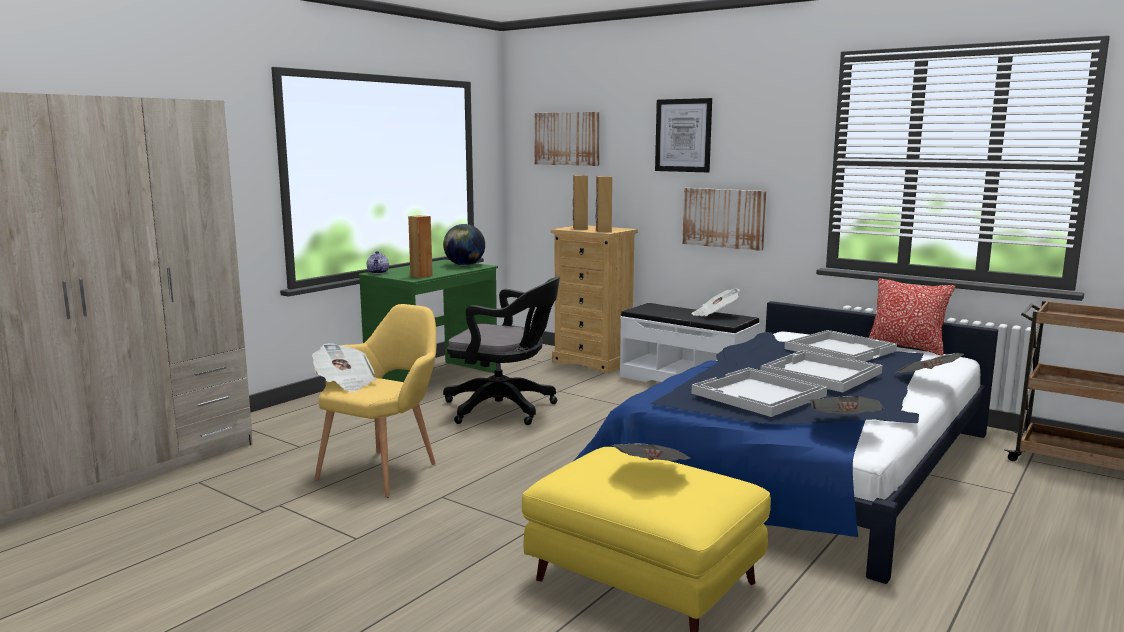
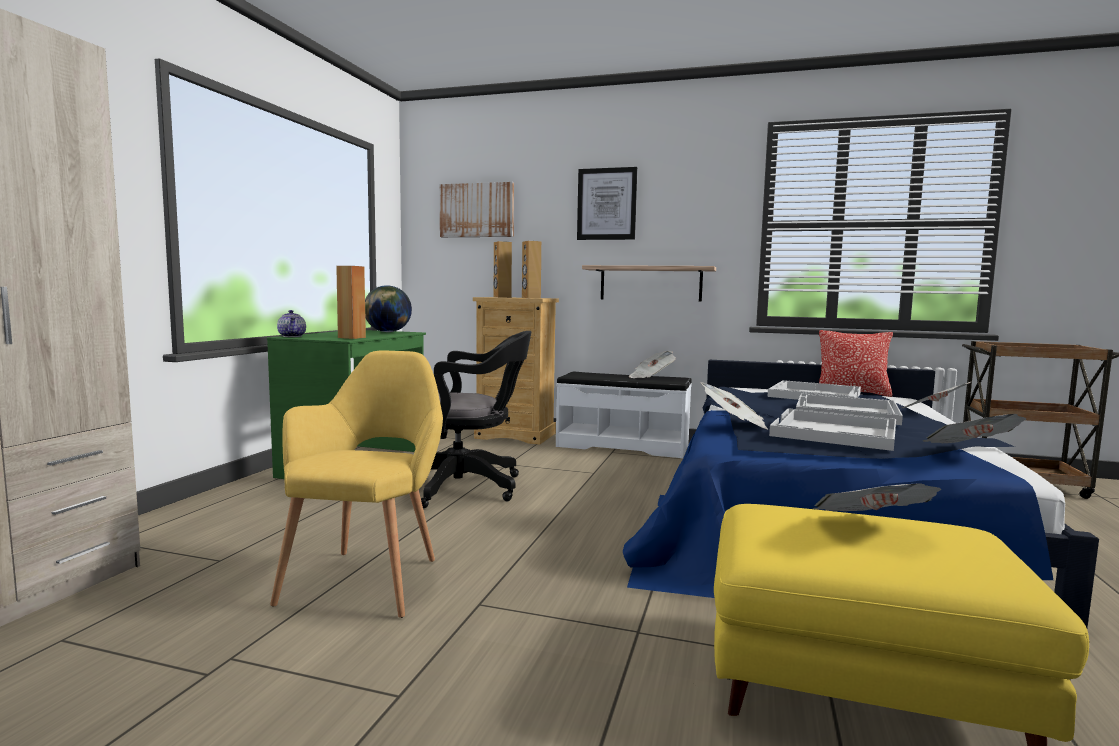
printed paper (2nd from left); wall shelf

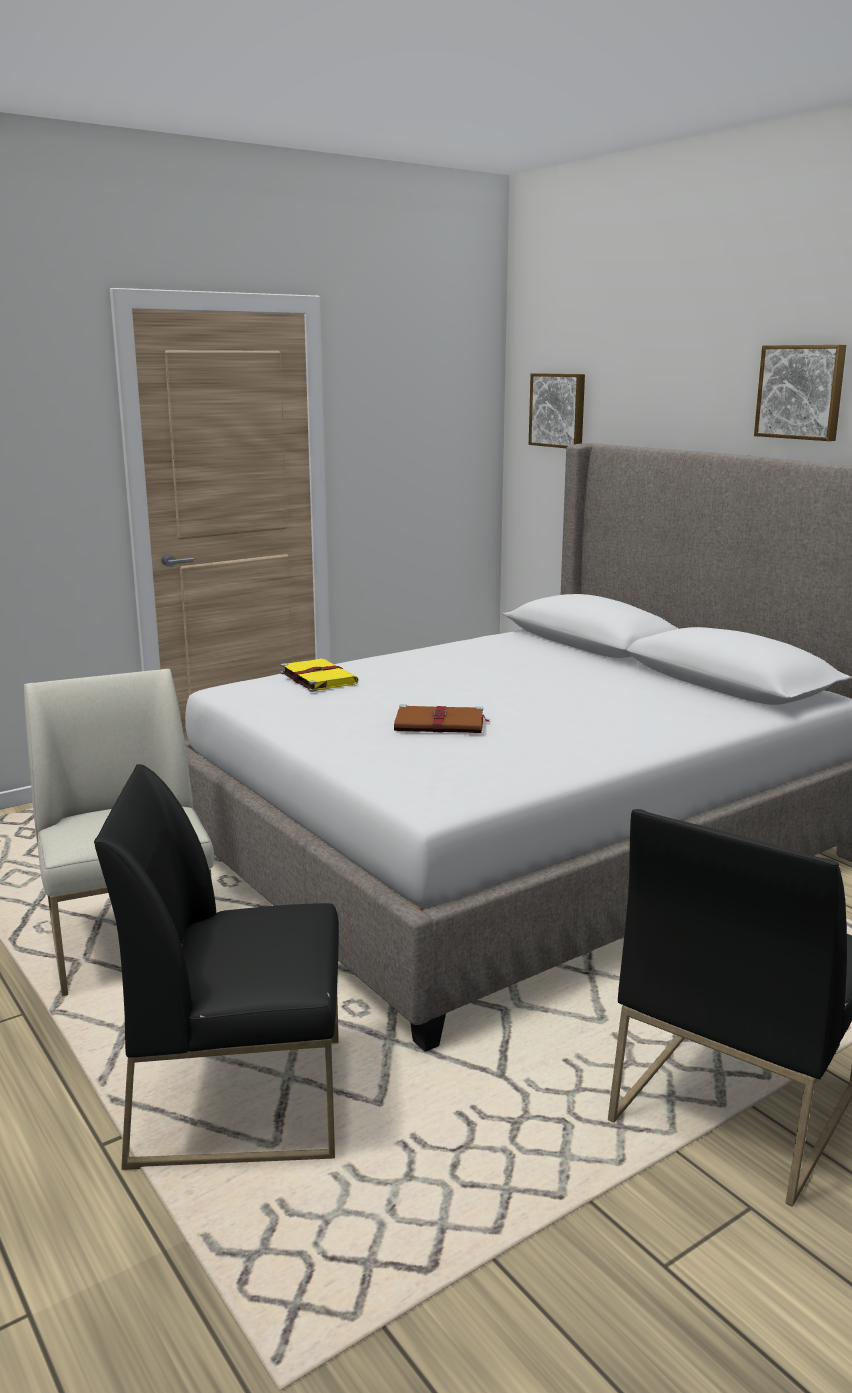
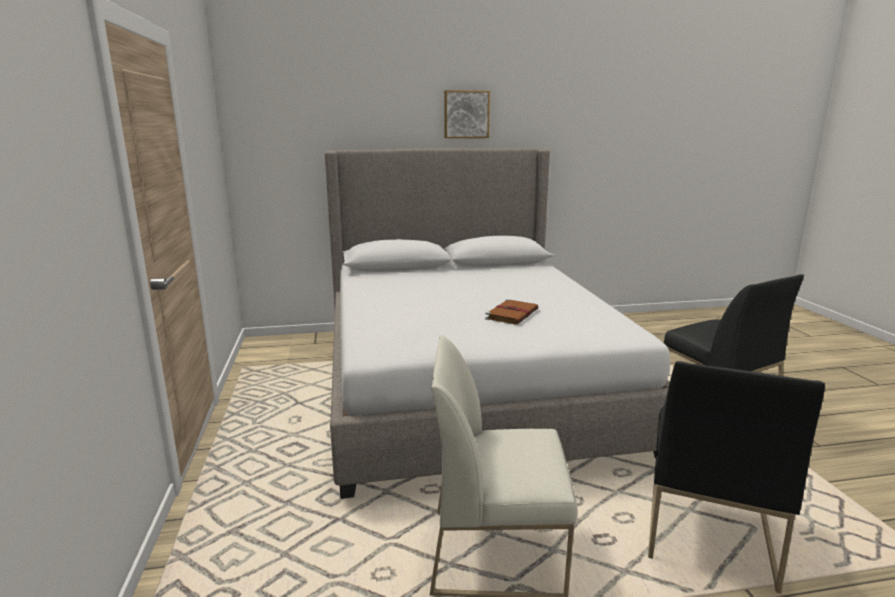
volume/yellow; picture (1st from left in the first image)

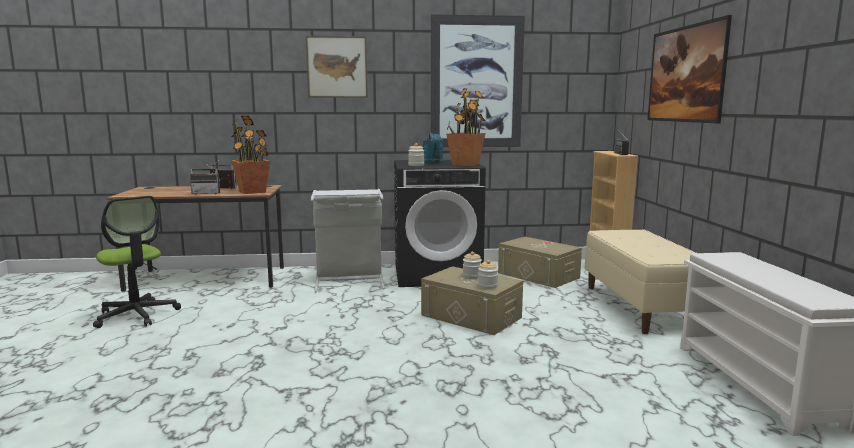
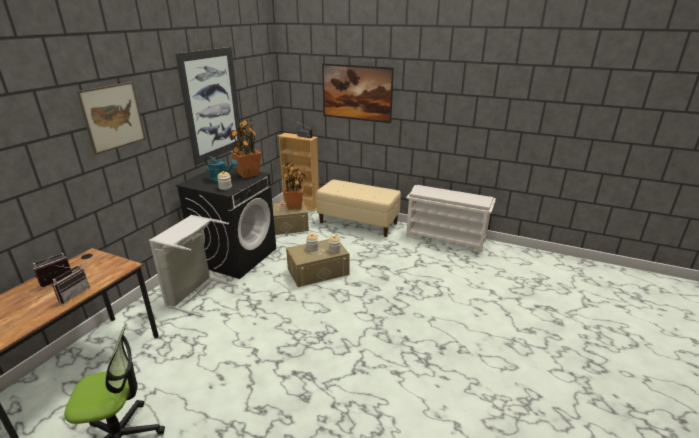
potted plant (2nd from left)

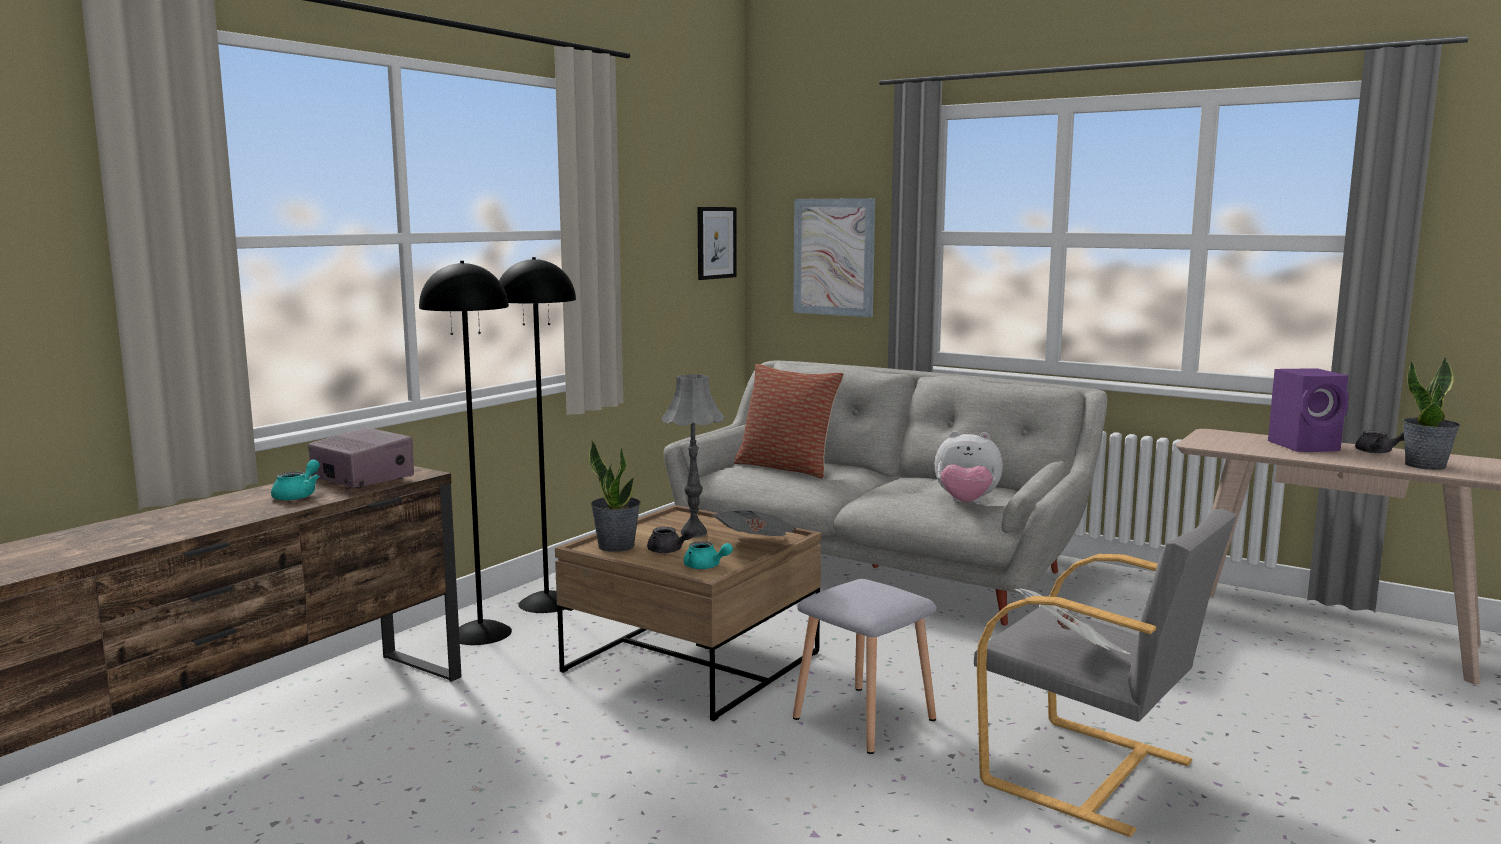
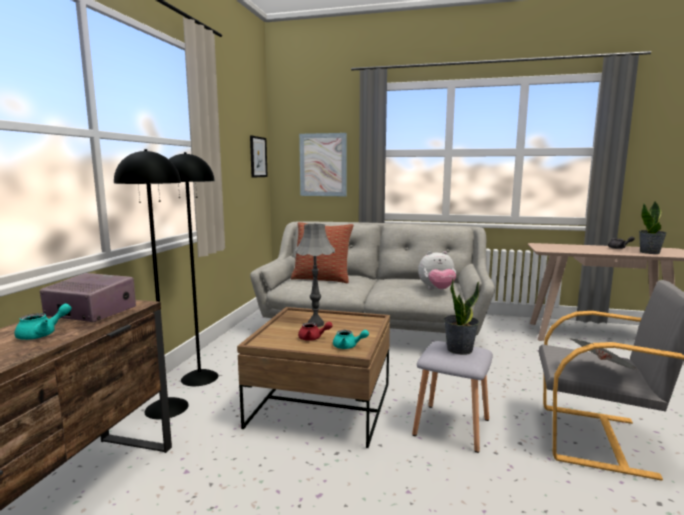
printed paper (1st from left in the first image); speaker/purplish; potted plant (1st from left); tea pot/red-coloured; tea pot/turquoise-coloured (1st from left)

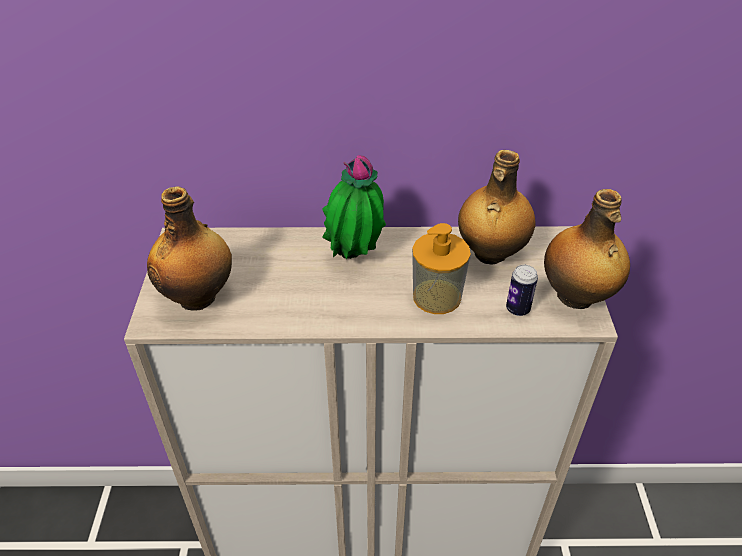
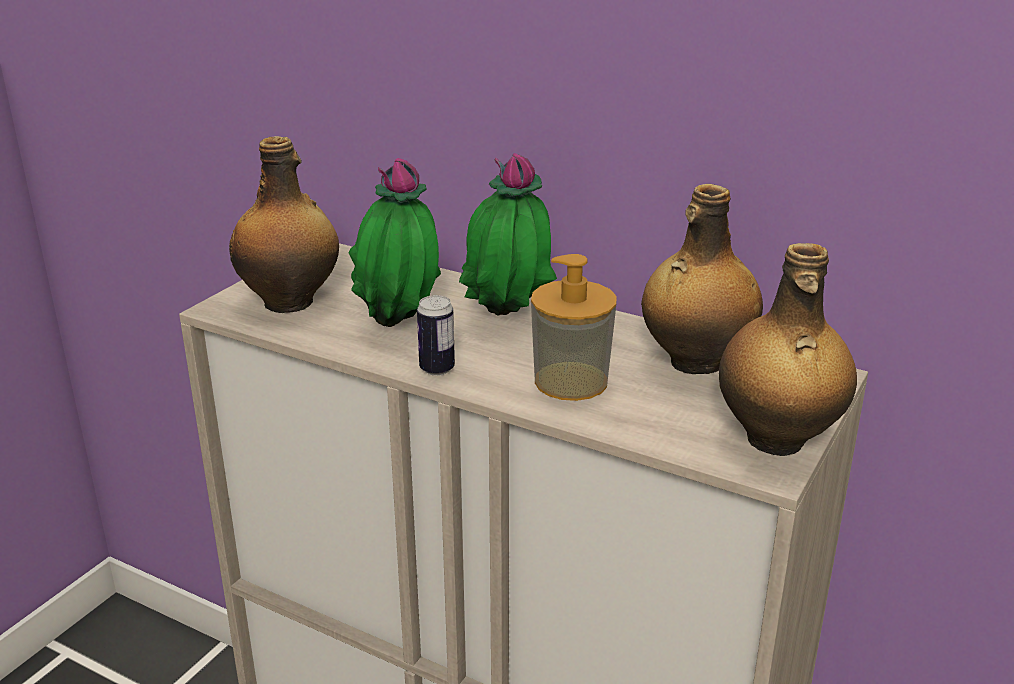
potted plant (1st from left); can

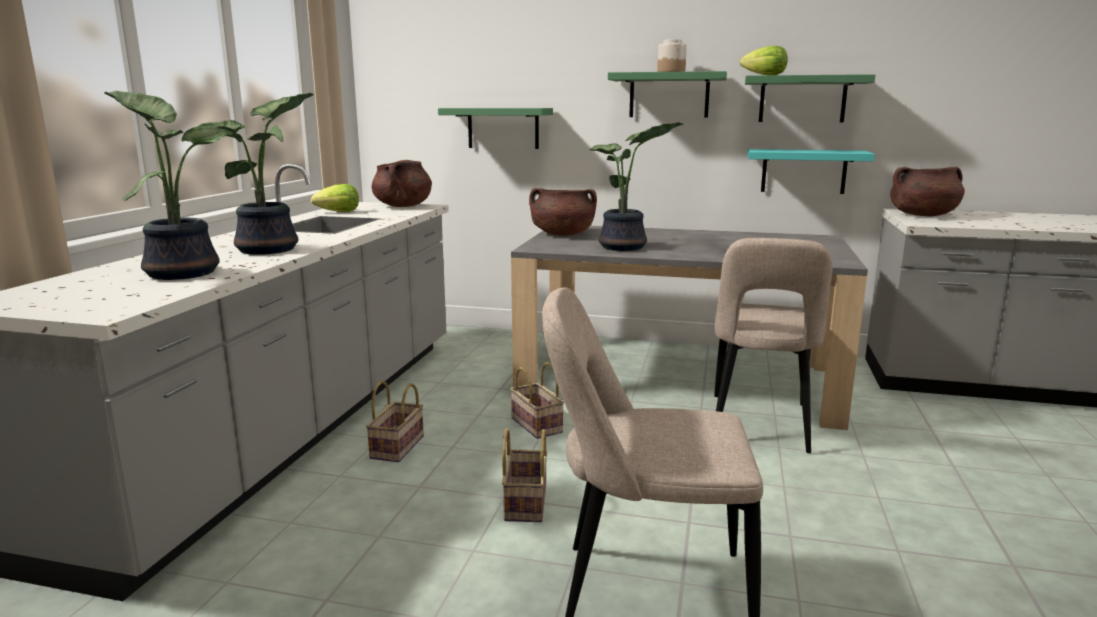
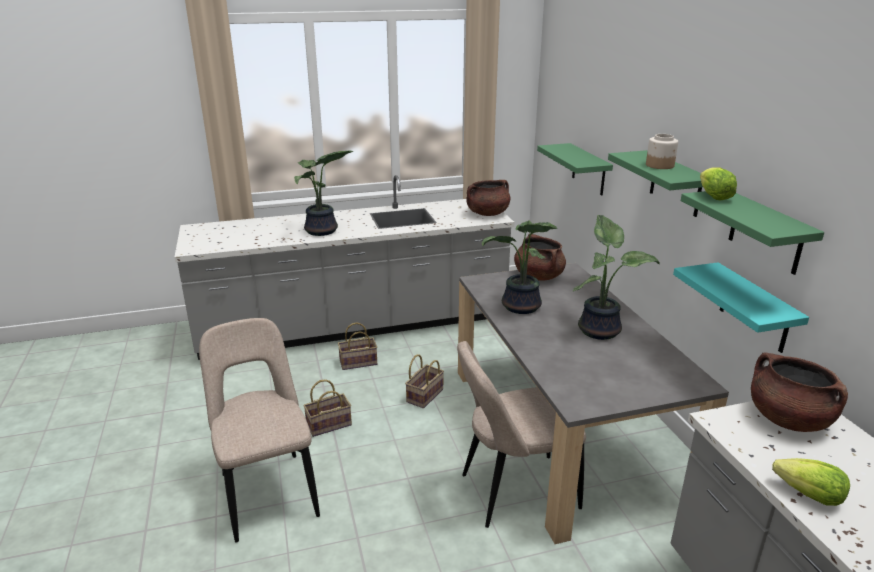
potted plant (3rd from left); head of lettuce (2nd from left)

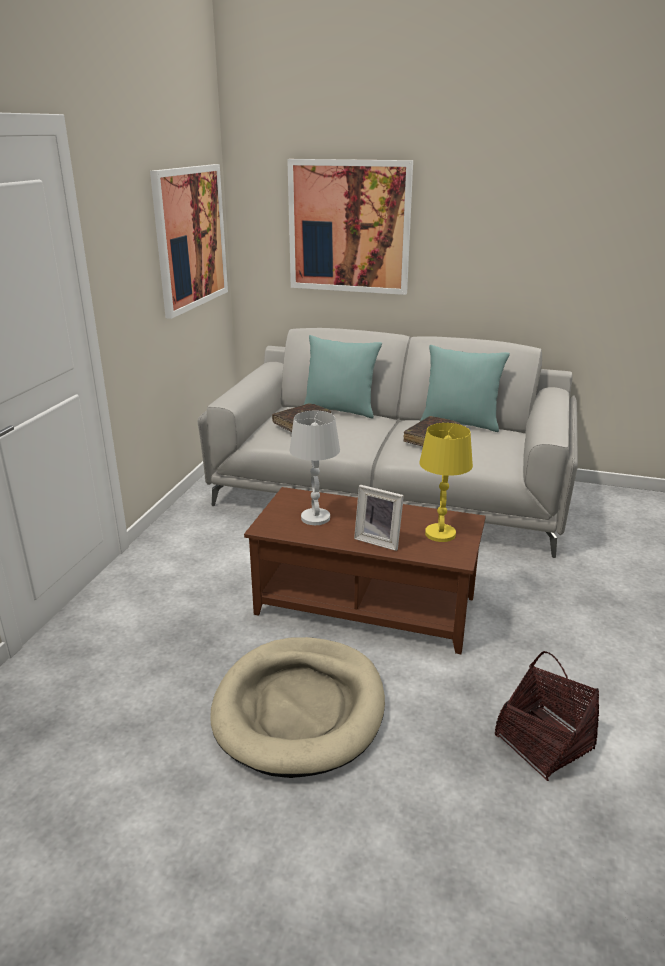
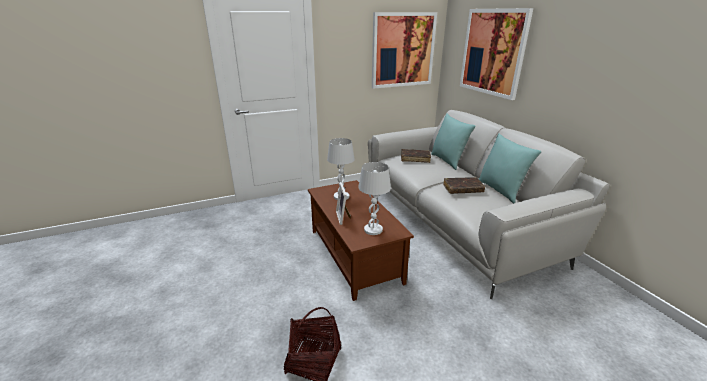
dog cushion/beige-coloured; tabletop lamp/white (2nd from left)

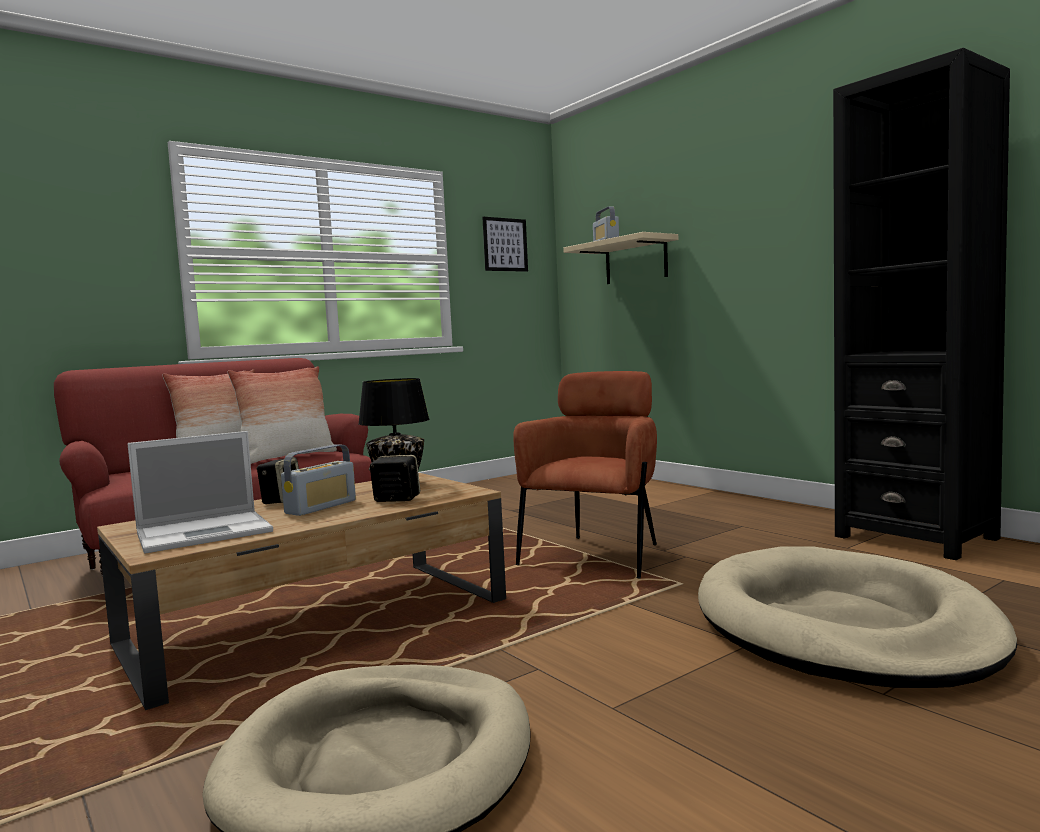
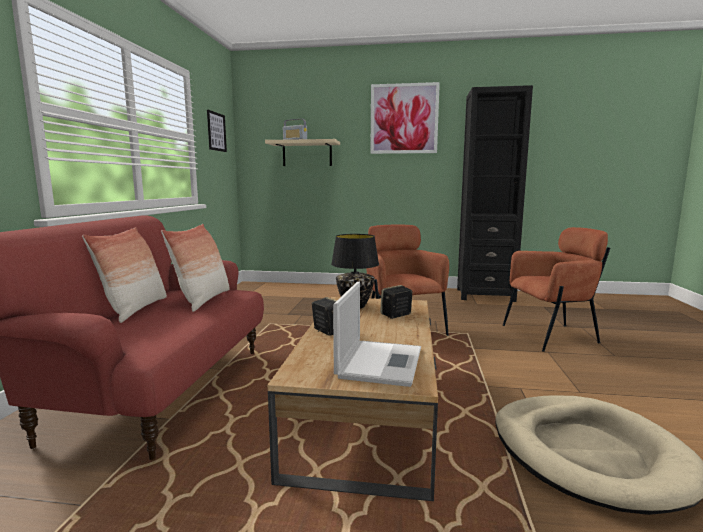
radio (1st from left in the first image); picture (2nd from left); easy chair/brown (2nd from left)

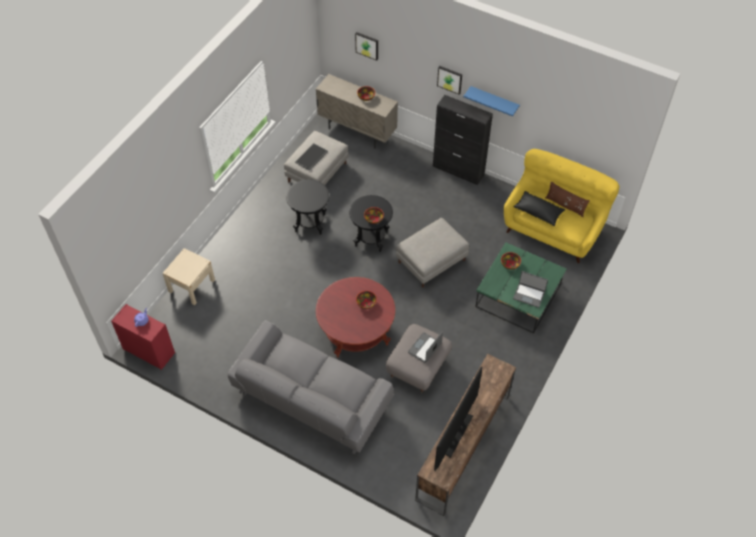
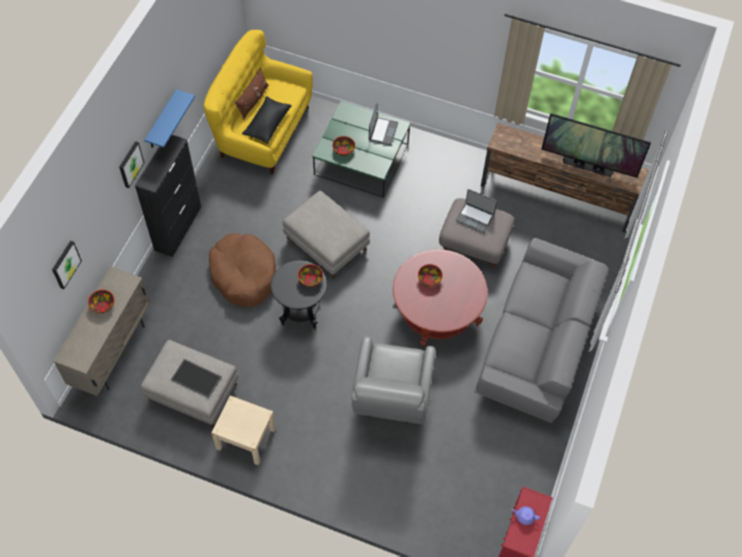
accent table/blackish (1st from left in the first image); dog cushion/brown; easy chair/greyish; nightstand/beige-coloured

